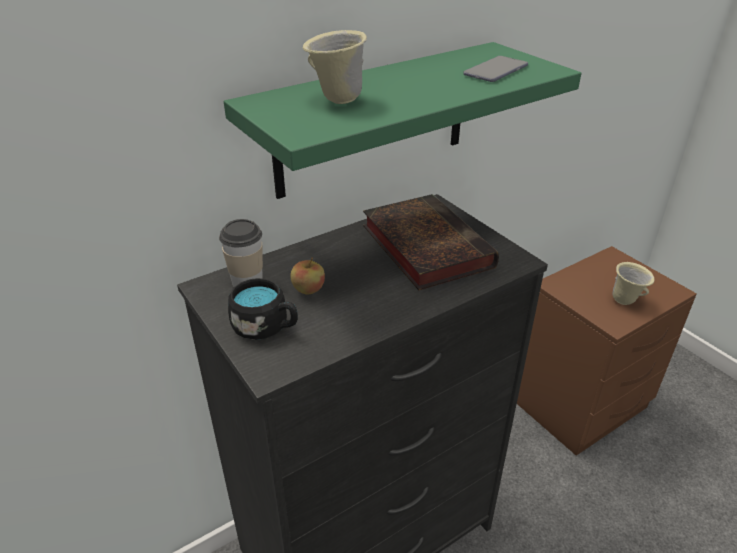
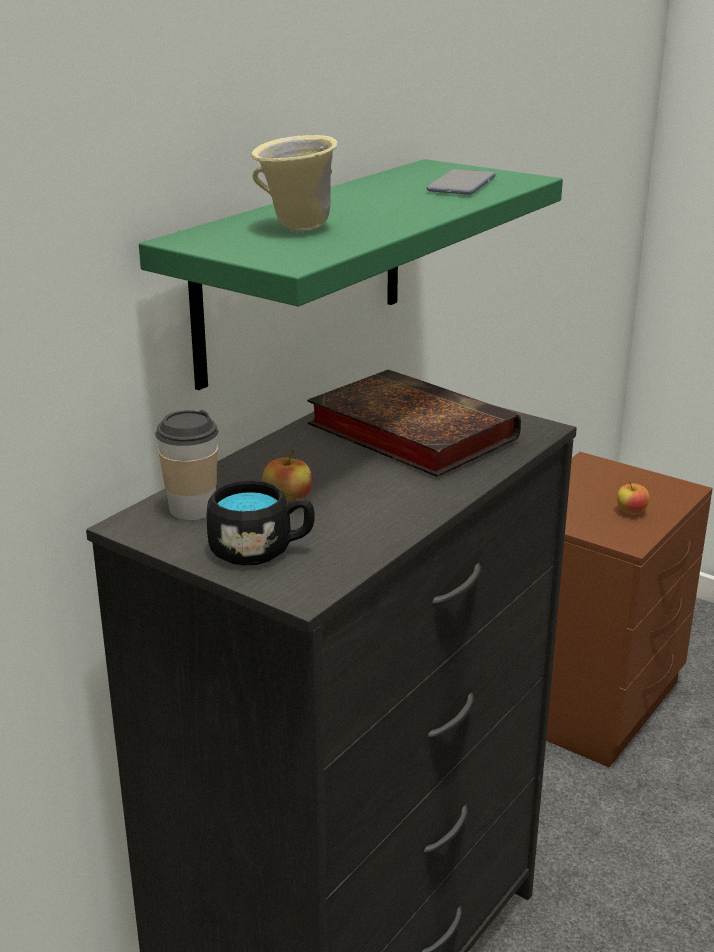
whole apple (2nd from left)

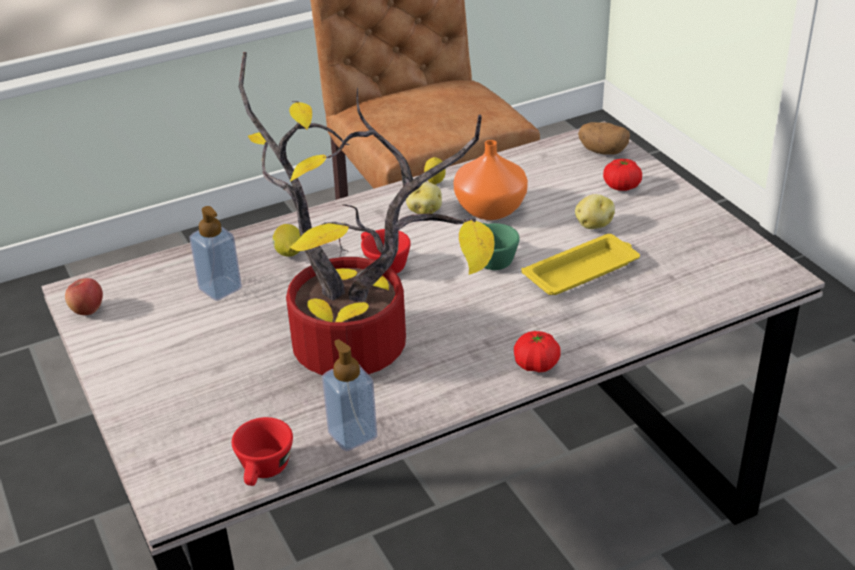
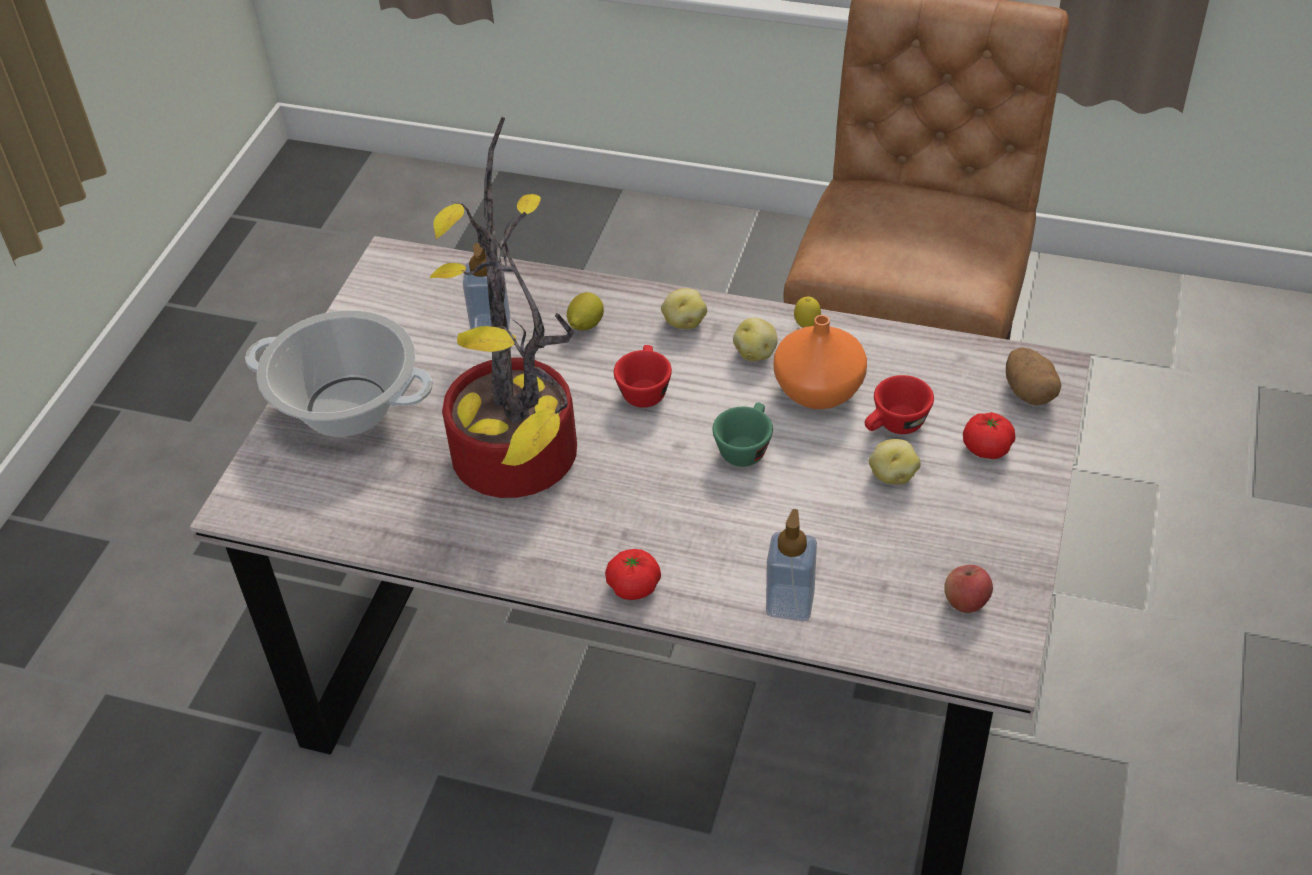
carrying tray/yellow; saucepot; whole potato (1st from left); whole apple; cup/red-coloured (2nd from left); soap dispenser (2nd from left)

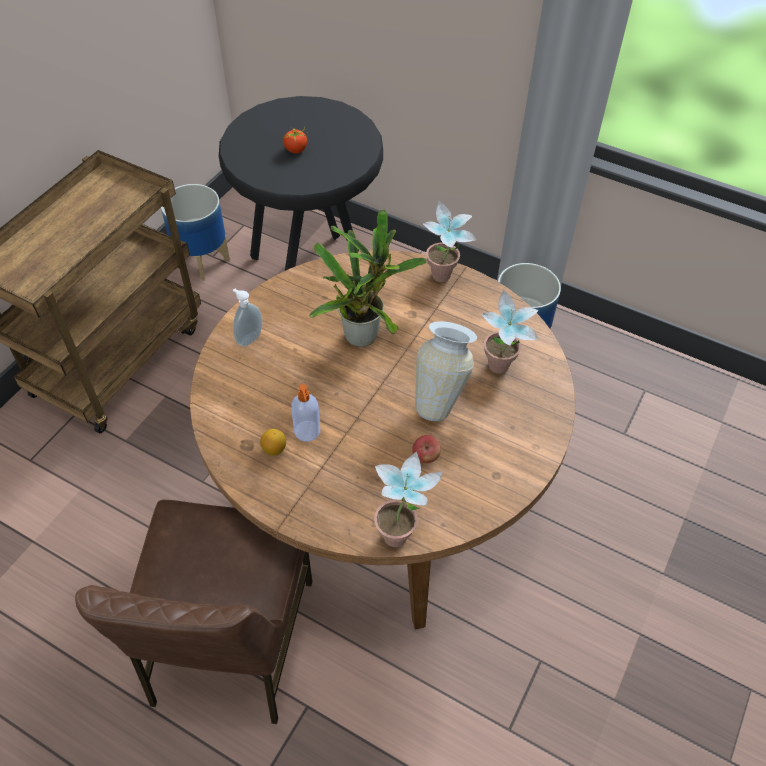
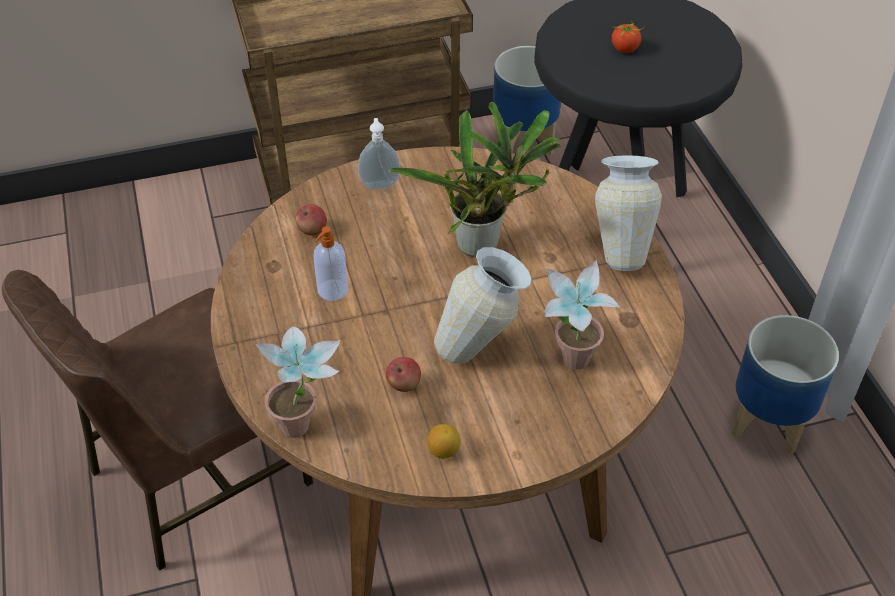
whole apple (1st from left); lemon; vase (2nd from left)

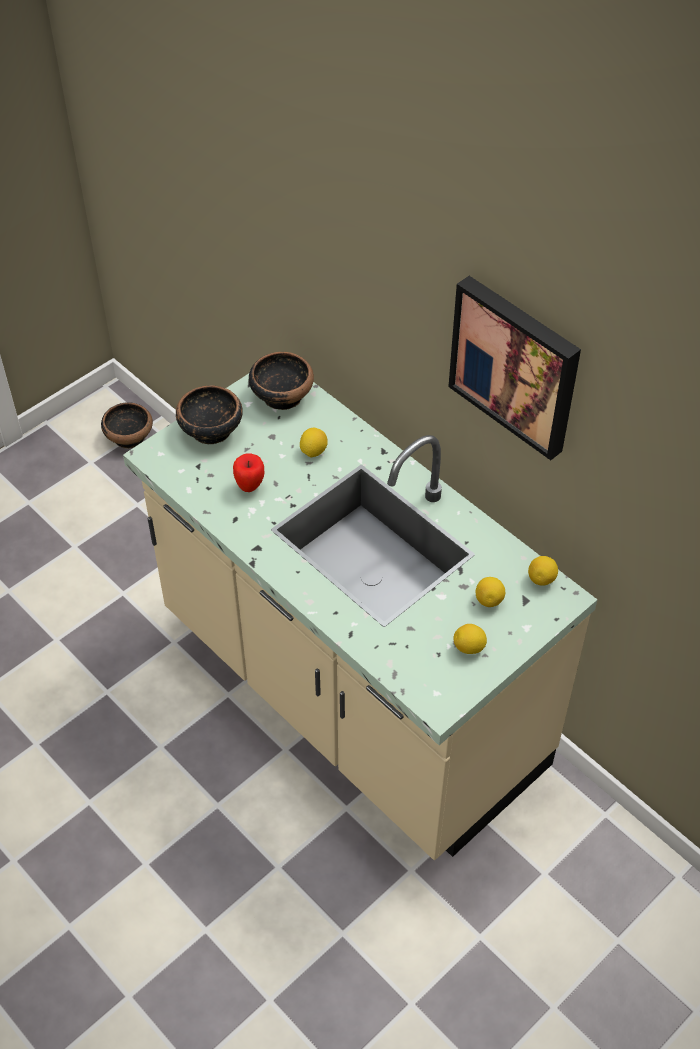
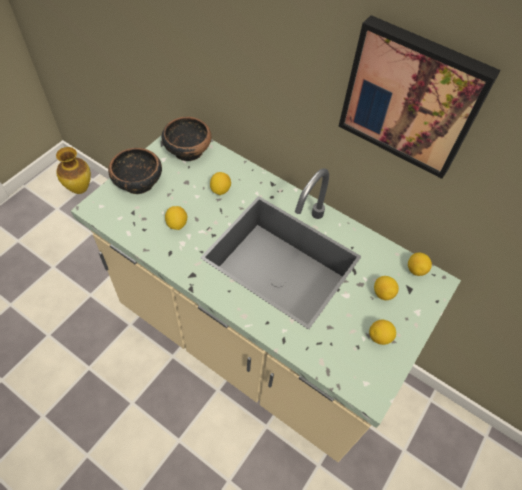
vase; lemon (1st from left)

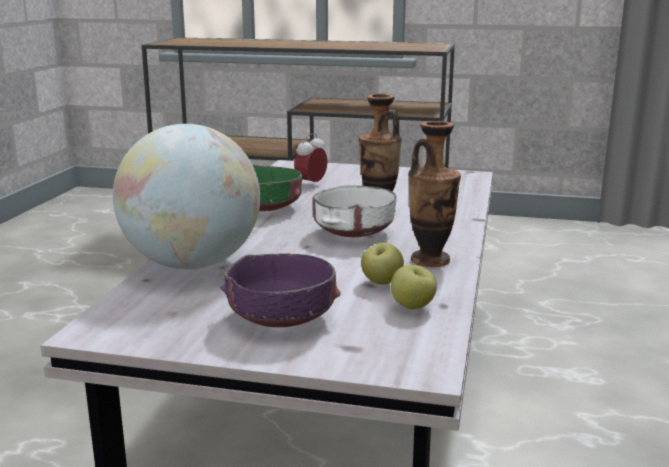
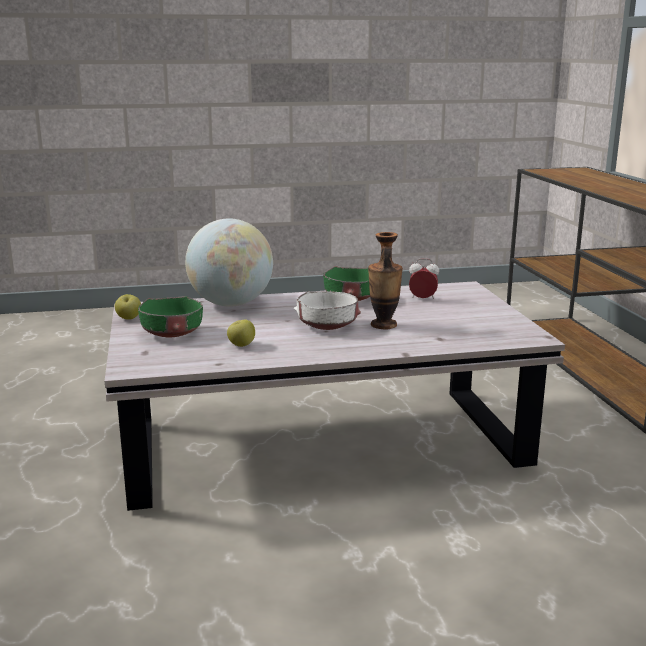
vase (2nd from left in the first image); whole apple (1st from left); deep dish/green (1st from left)

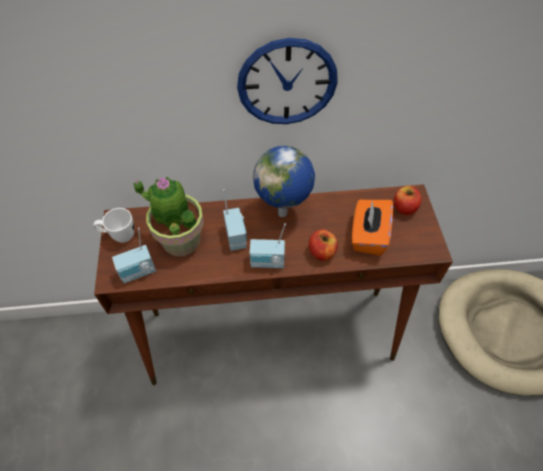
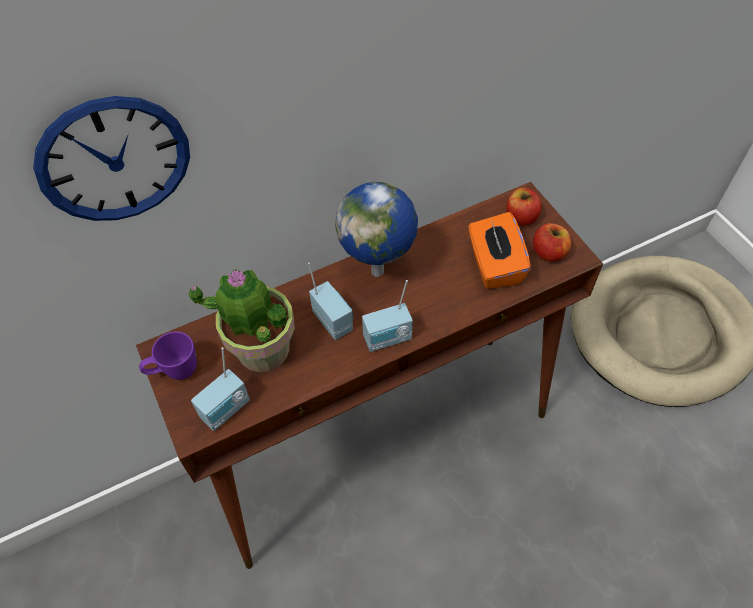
clock on the wall; whole apple (2nd from left); mug/purplish

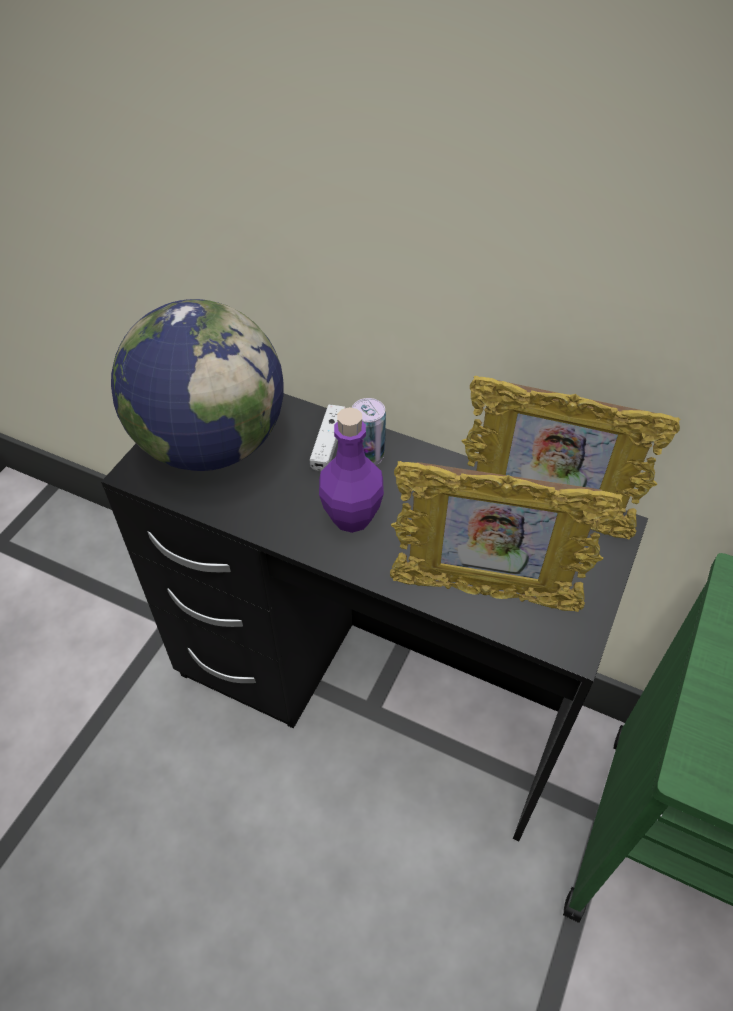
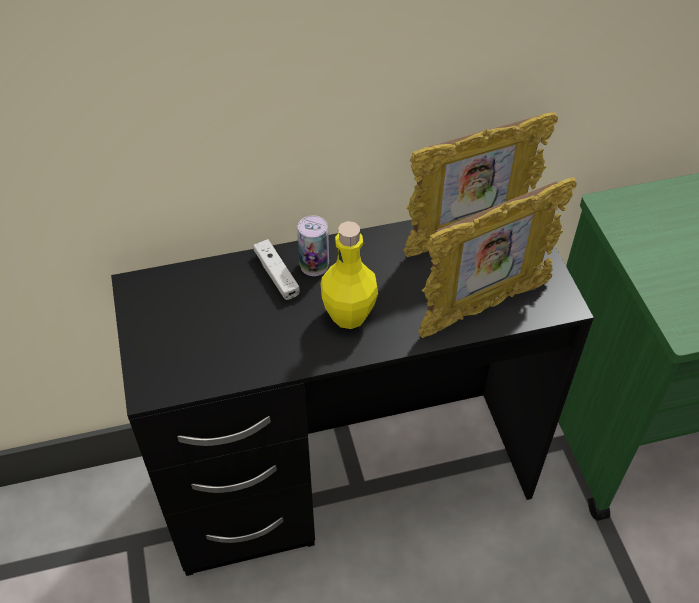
world globe; drink bottle/yellow

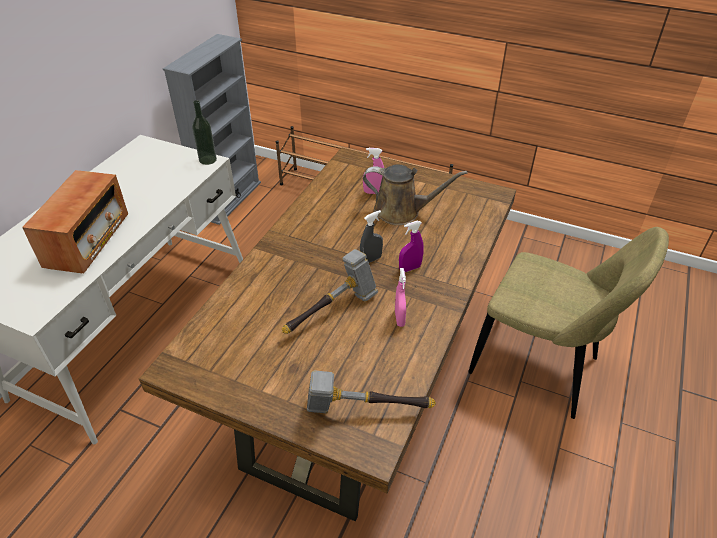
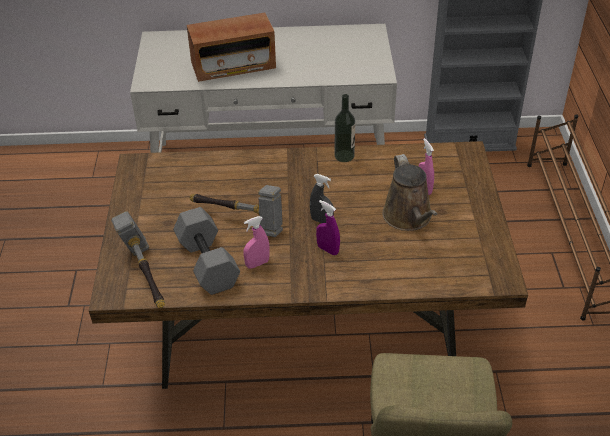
free weight/greyish; drink bottle

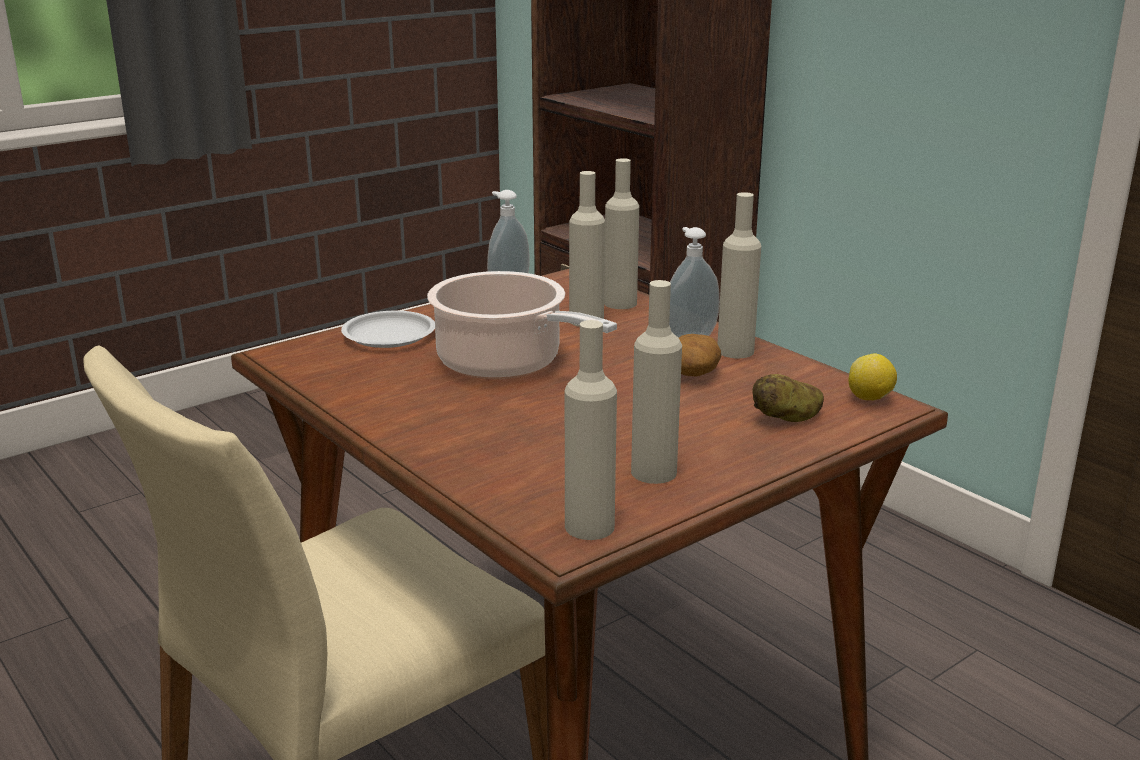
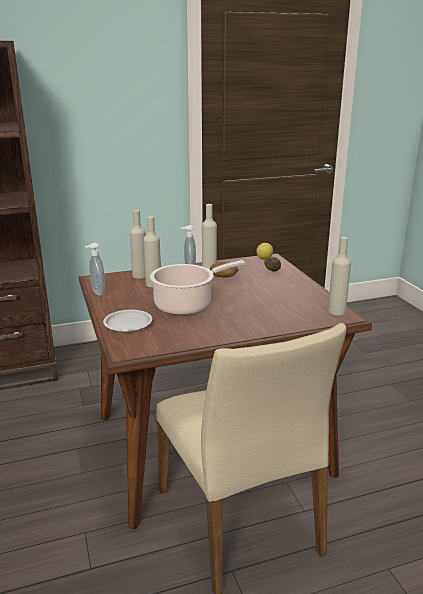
drink bottle/beige-coloured (4th from left in the first image)

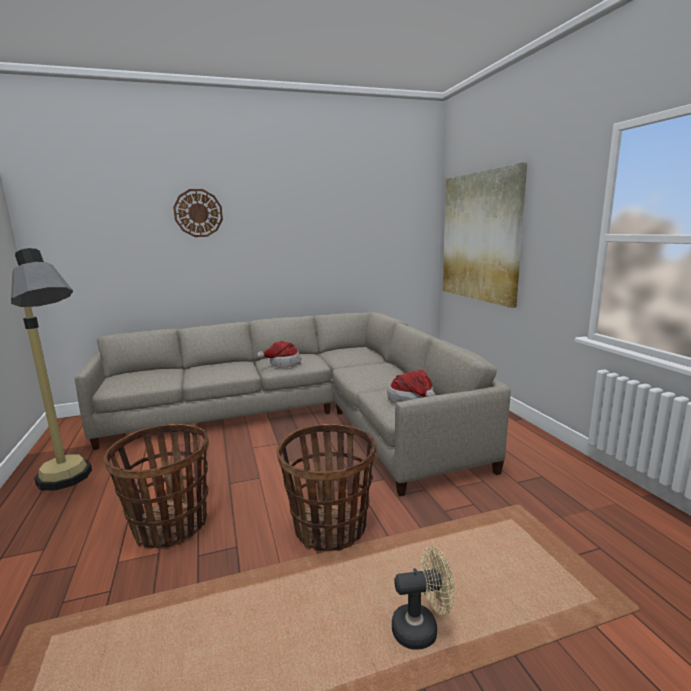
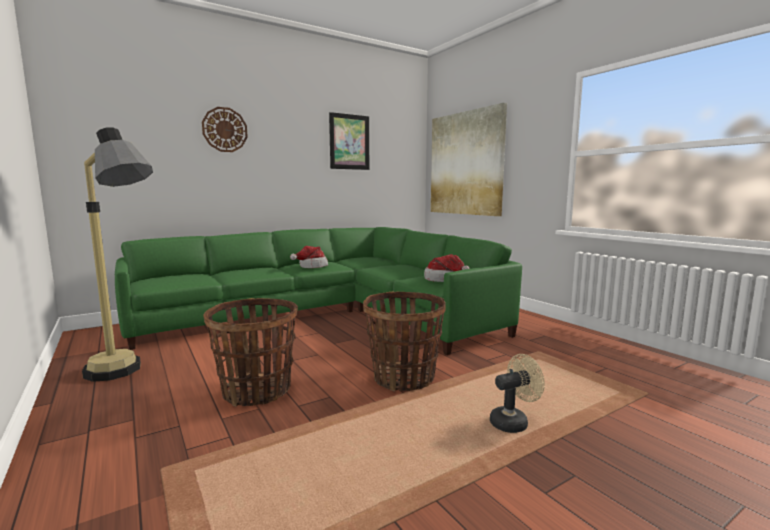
picture (1st from left); couch/green

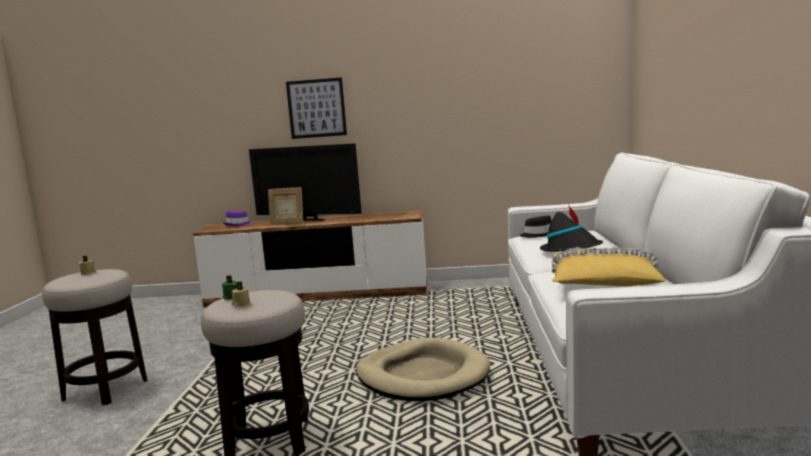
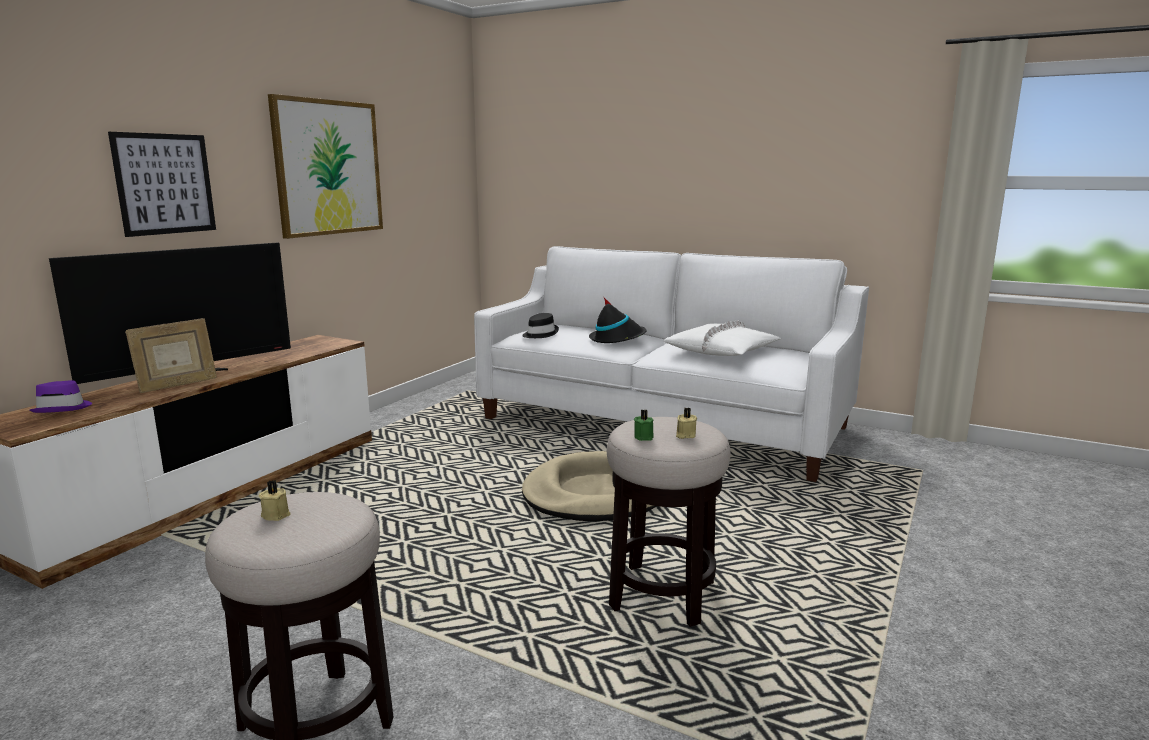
picture (2nd from left); cushion/white

